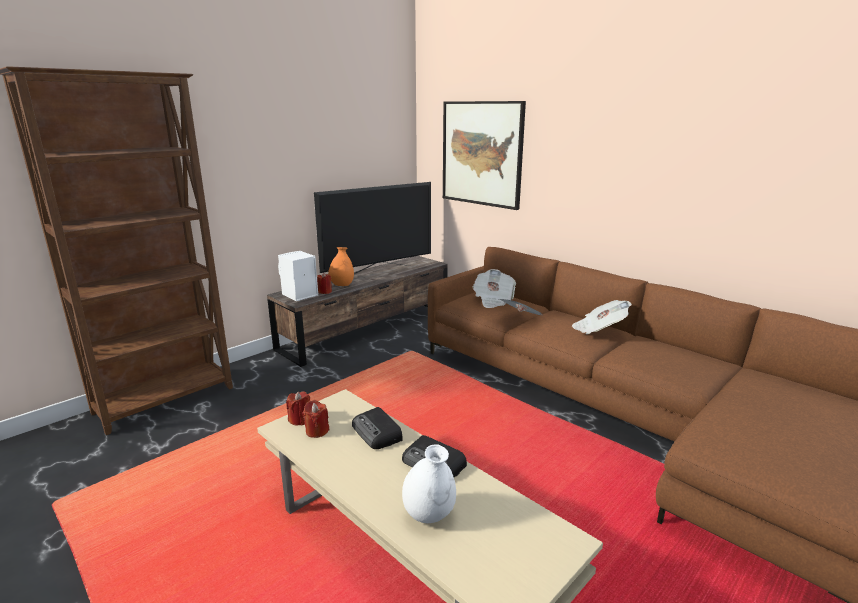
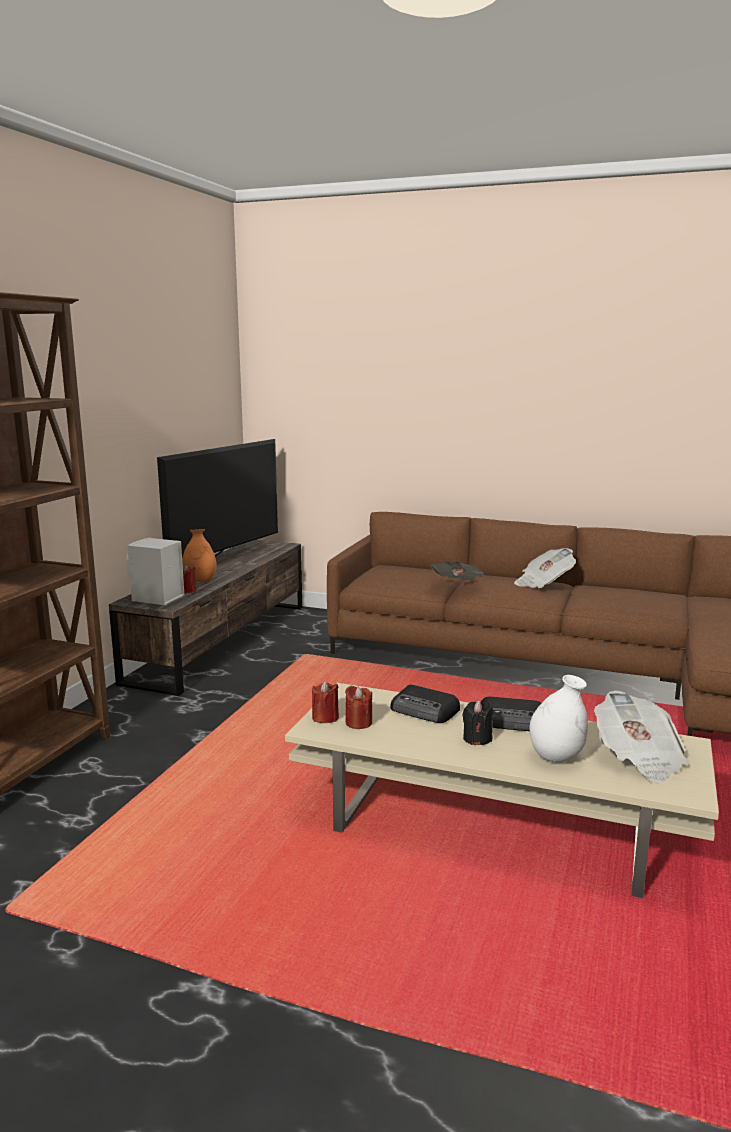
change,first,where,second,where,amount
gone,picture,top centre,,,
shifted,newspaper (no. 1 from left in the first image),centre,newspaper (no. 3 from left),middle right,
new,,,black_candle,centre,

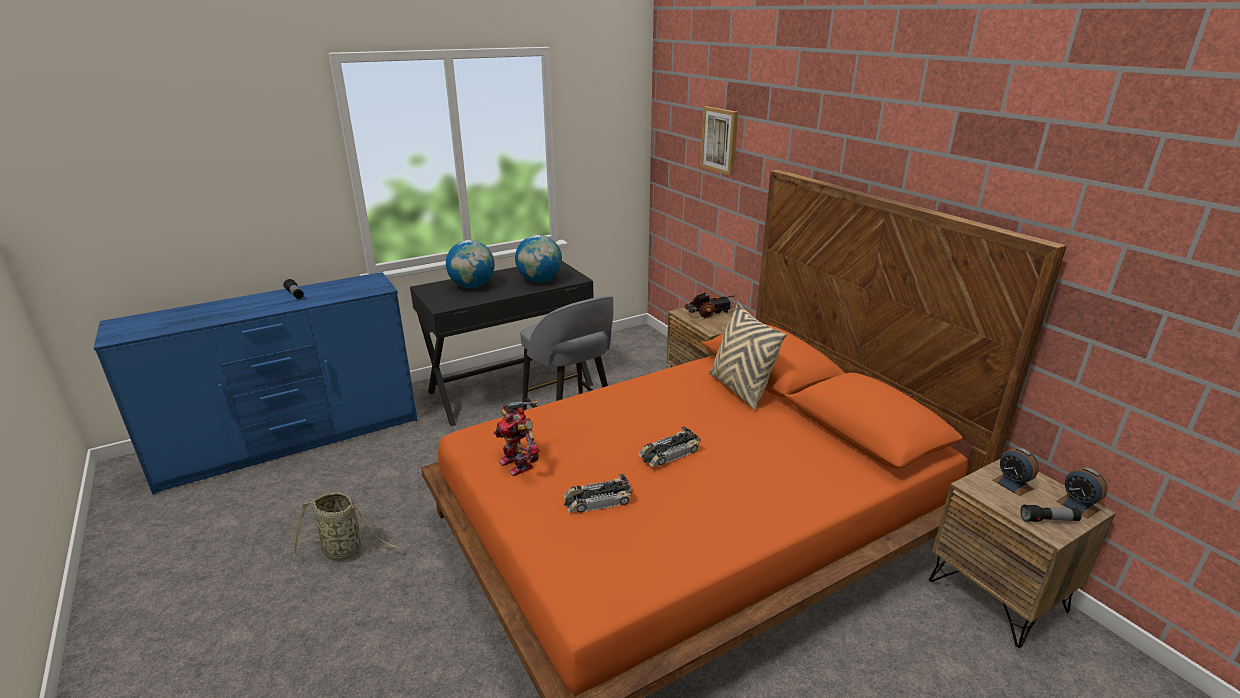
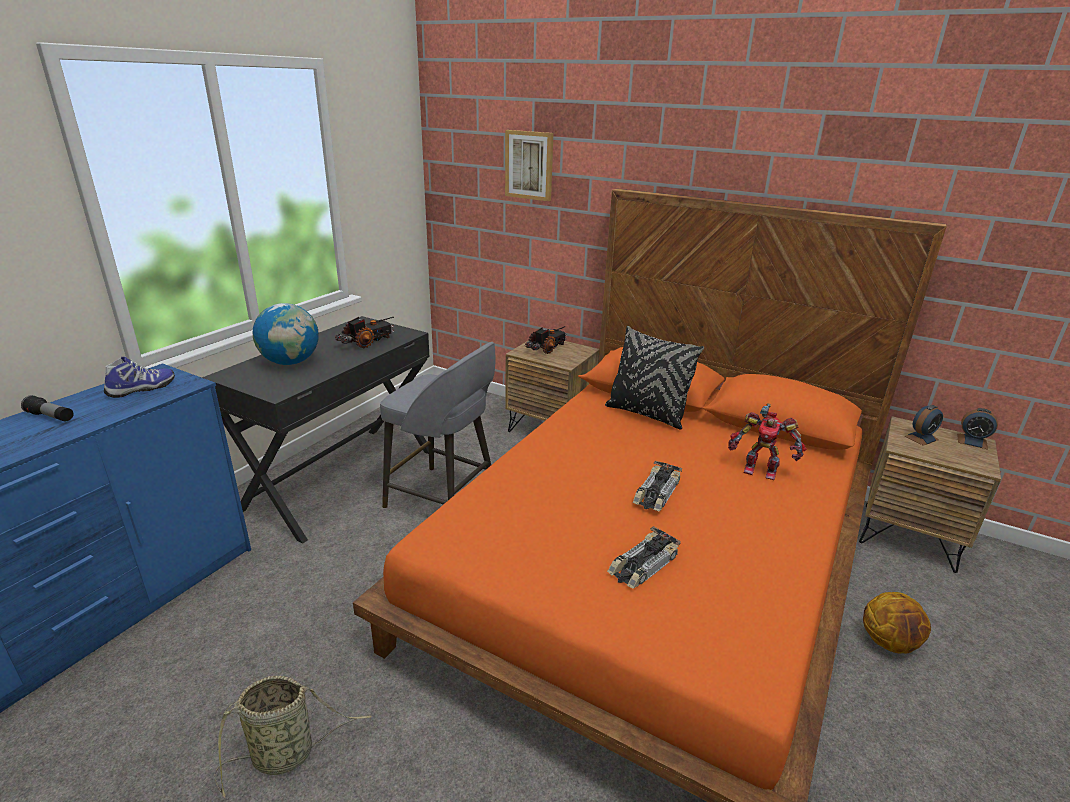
change,first,where,second,where,amount
shifted,toy_robot,centre,,middle right,
swapped,globe (no. 2 from left),centre,toy_truck (no. 1 from left),centre,
repainted,beige_pillow,centre,black_pillow,centre,
rotated,alarm_clock (no. 1 from left),bottom right,,middle right,60 degrees counterclockwise
gone,flashlight (no. 2 from left),bottom right,,,
new,,,shoe,middle left,
new,,,basketball,bottom right,

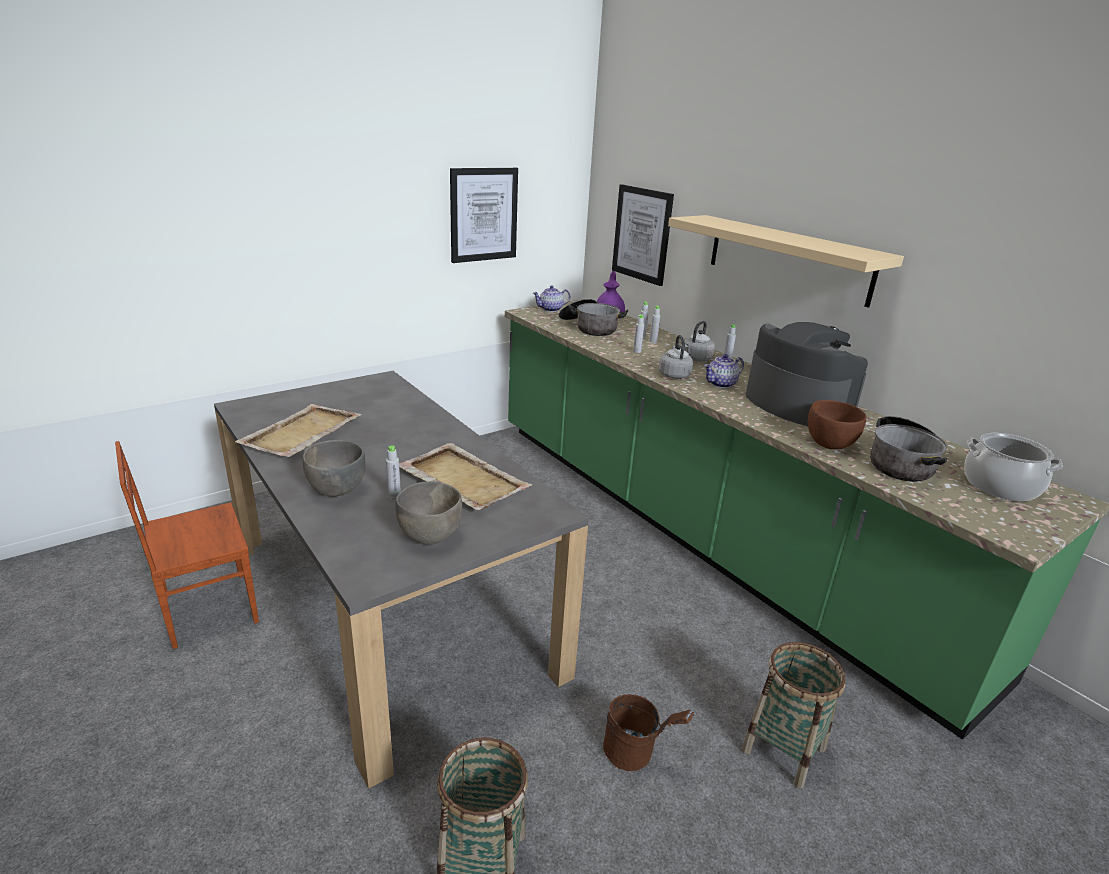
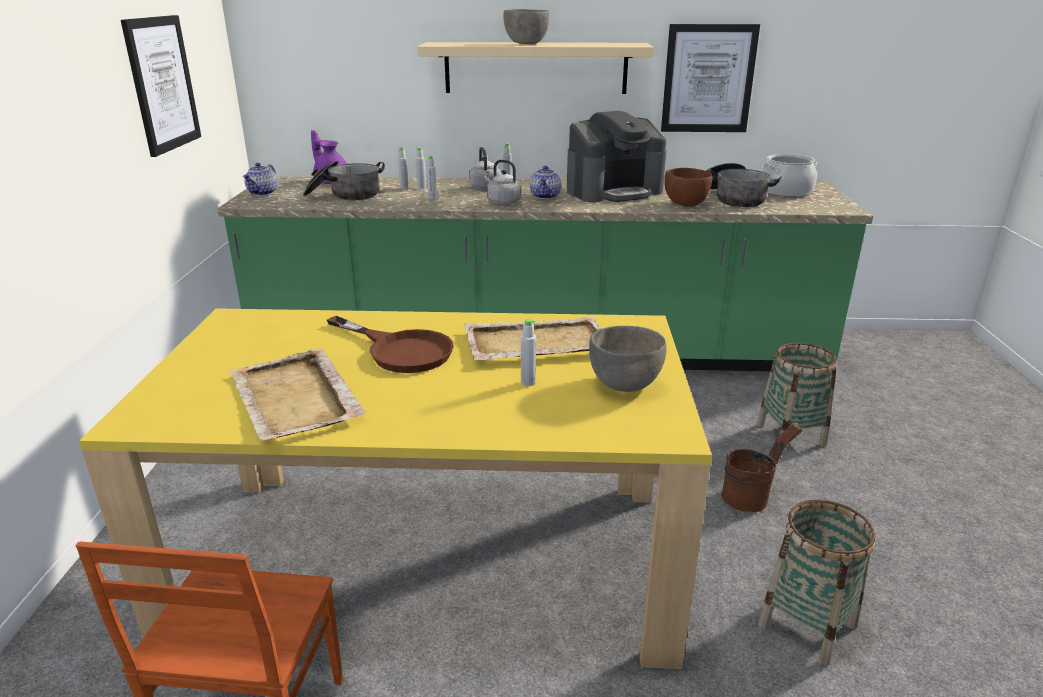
change,first,where,second,where,amount
repainted,grey_dining_table,centre,yellow_dining_table,bottom centre,
shifted,grey_bowl (no. 1 from left),middle left,,top centre,
shifted,picture (no. 2 from left),top centre,,top right,
rotated,coffee_machine,middle right,,top centre,150 degrees clockwise
new,,,brown_frying_pan,centre,

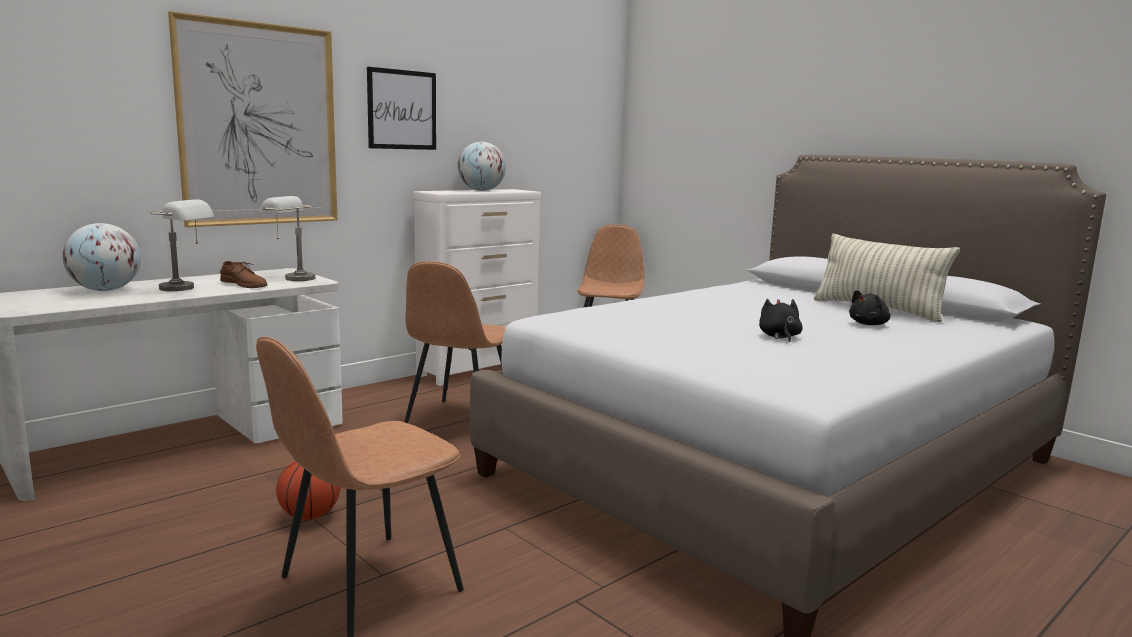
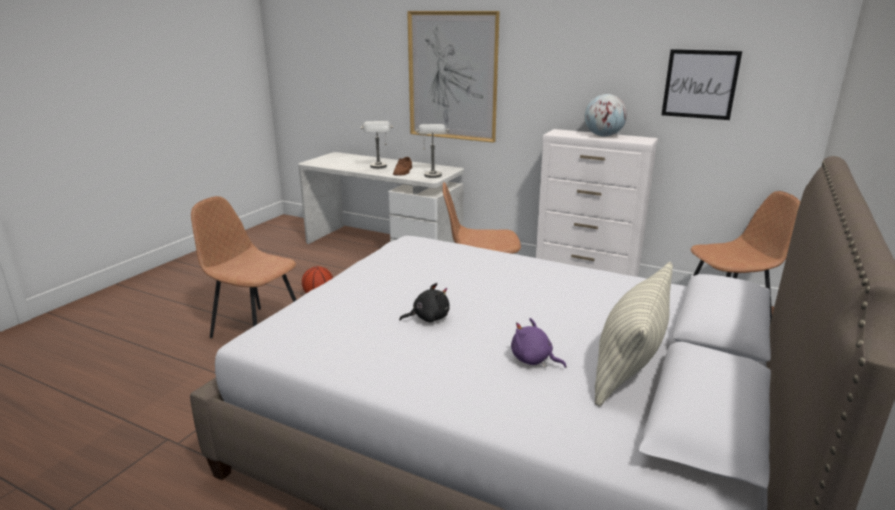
change,first,where,second,where,amount
gone,globe (no. 1 from left),middle left,,,
shifted,picture (no. 2 from left),top centre,,top right,
repainted,black_plush_toy (no. 2 from left),middle right,purple_plush_toy,bottom centre,

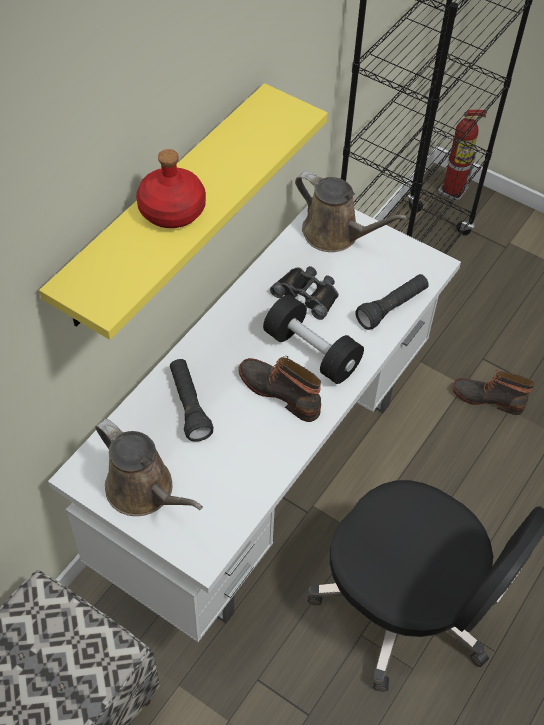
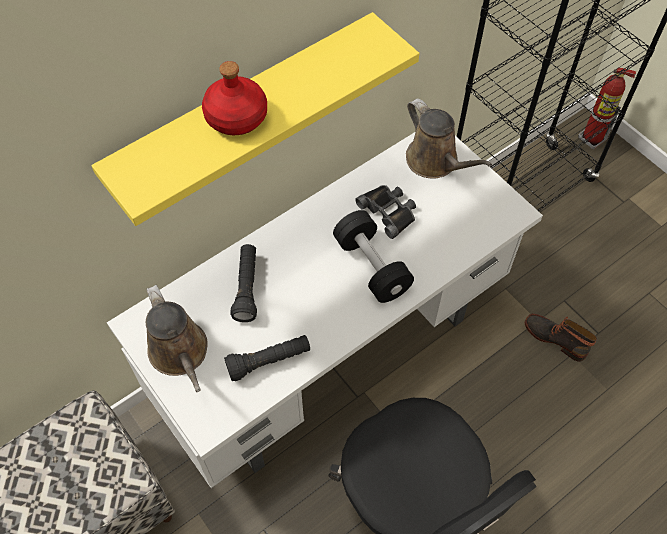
change,first,where,second,where,amount
gone,boot (no. 1 from left),centre,,,
shifted,black_flashlight (no. 2 from left),middle right,,bottom centre,

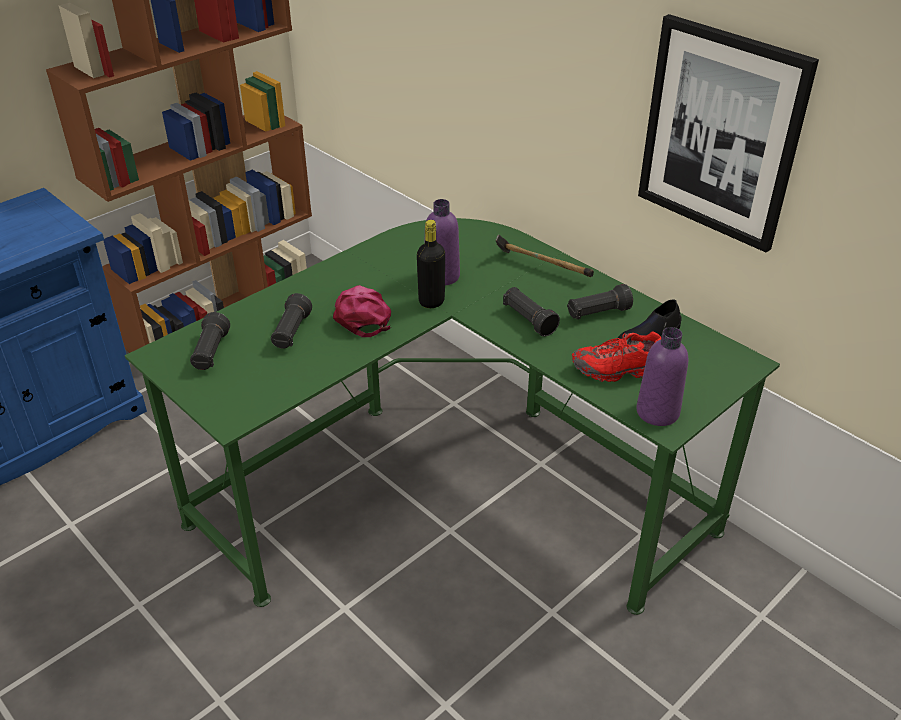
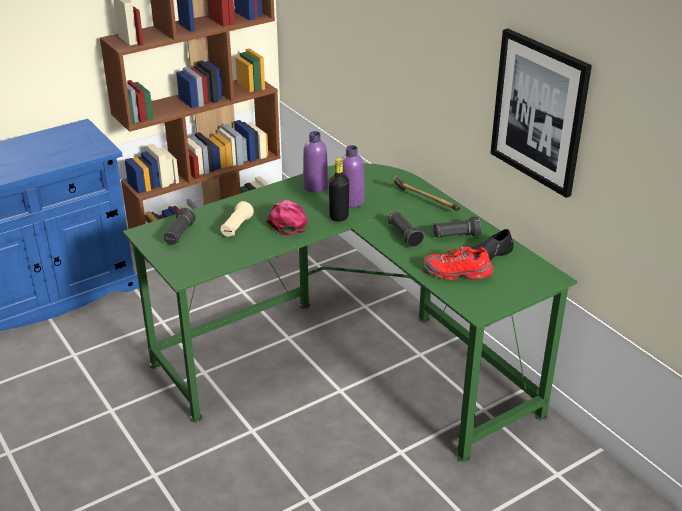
change,first,where,second,where,amount
repainted,black_flashlight (no. 2 from left),middle left,beige_flashlight,centre,
shifted,purple_bottle (no. 2 from left in the first image),middle right,purple_bottle (no. 1 from left),top centre,

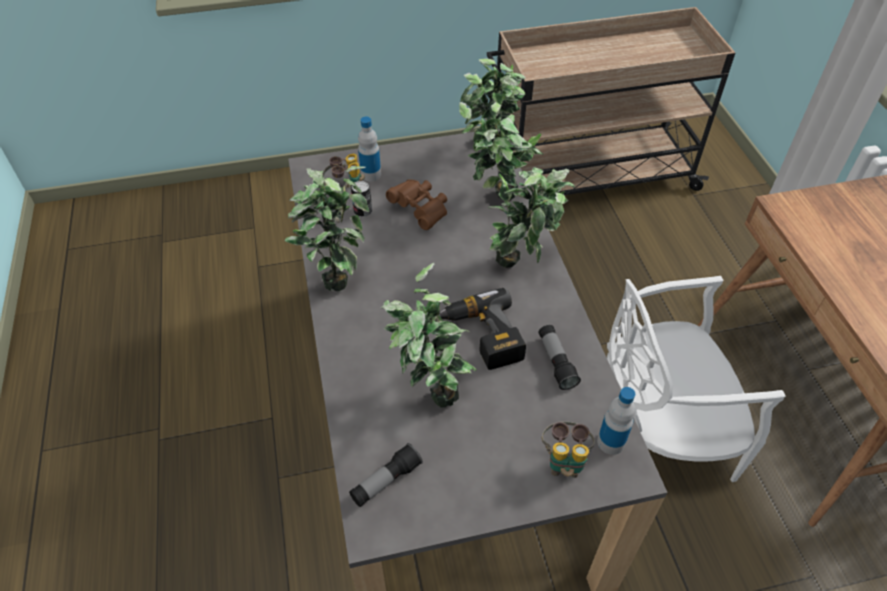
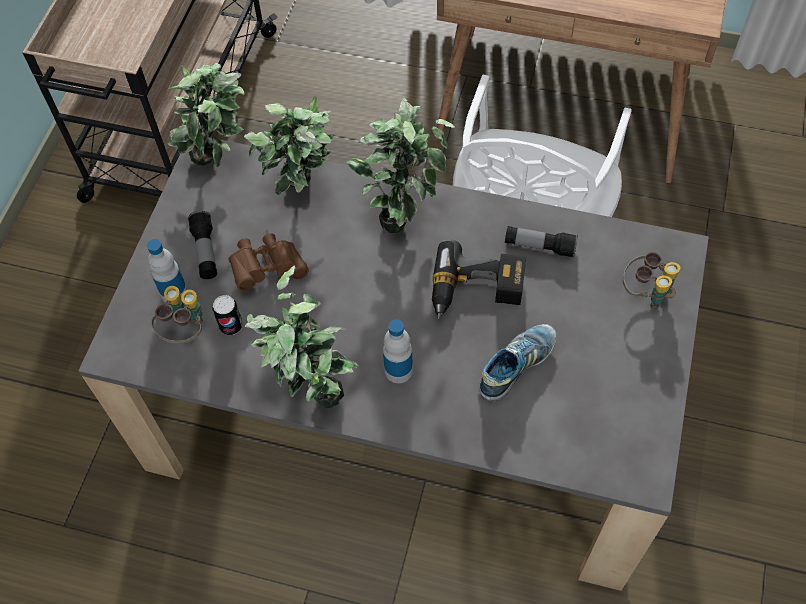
change,first,where,second,where,amount
shifted,flashlight (no. 1 from left),bottom centre,,middle left,
swapped,potted_plant (no. 2 from left),centre,shoe,centre,
shifted,bottle (no. 2 from left),bottom right,,centre,

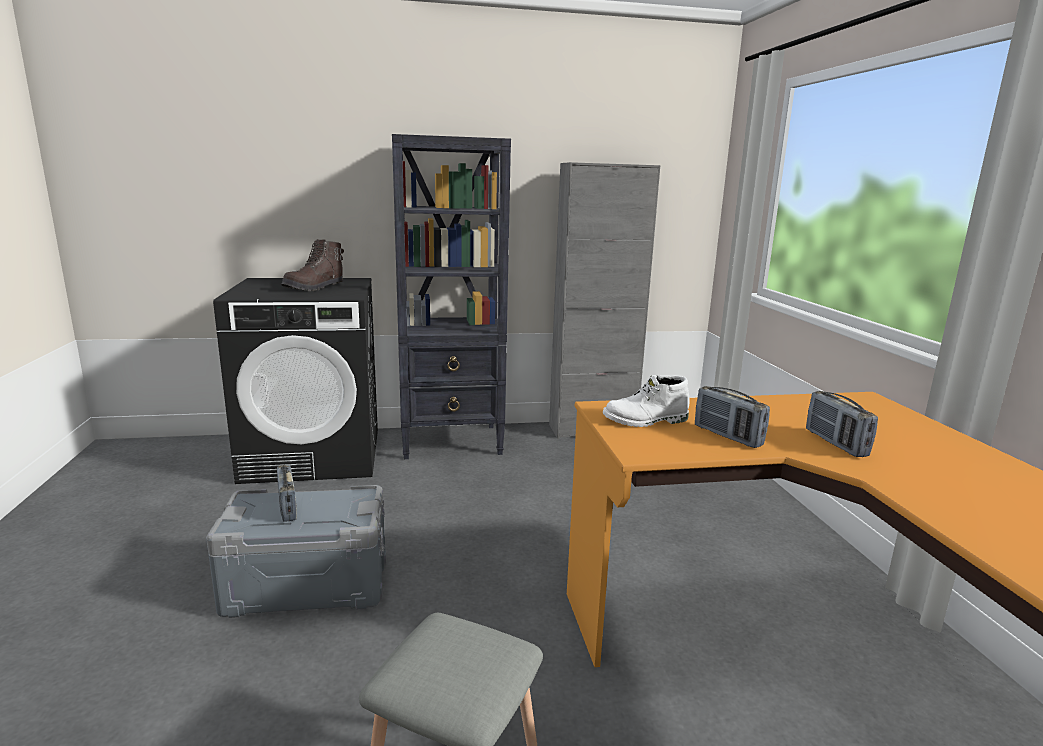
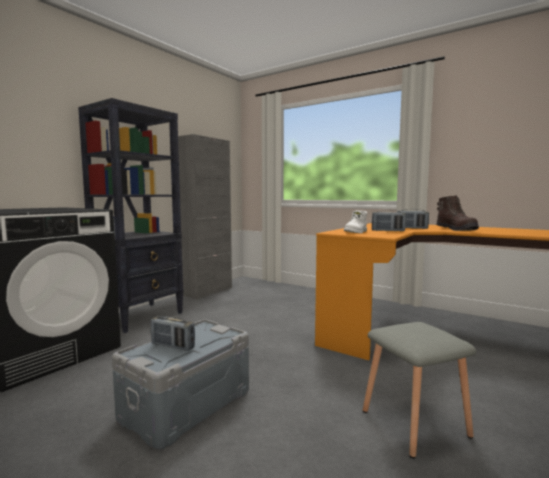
change,first,where,second,where,amount
shifted,brown_boot,middle left,,middle right,

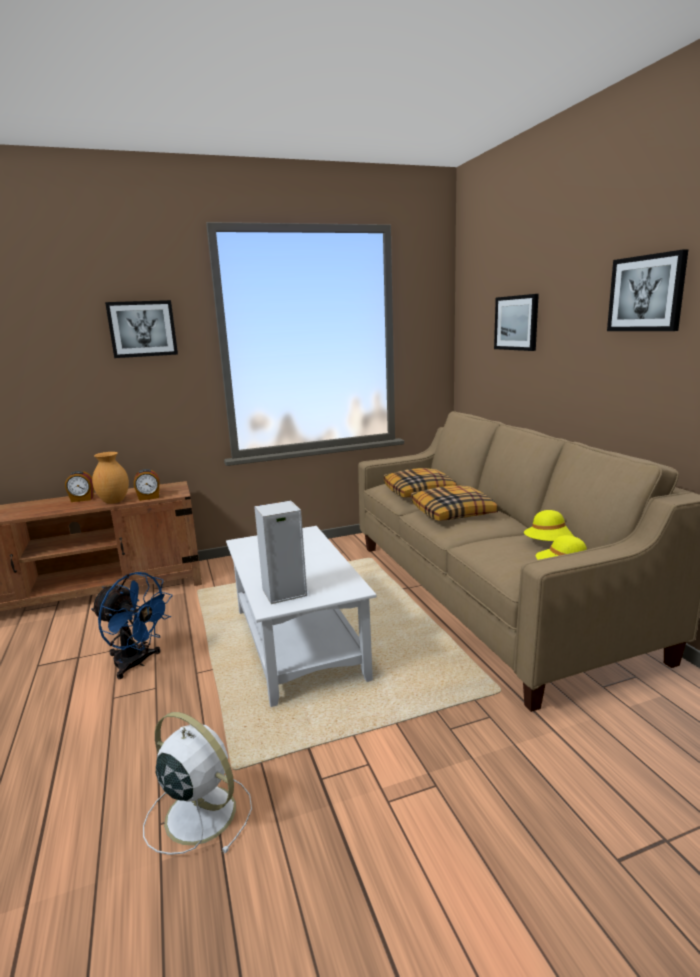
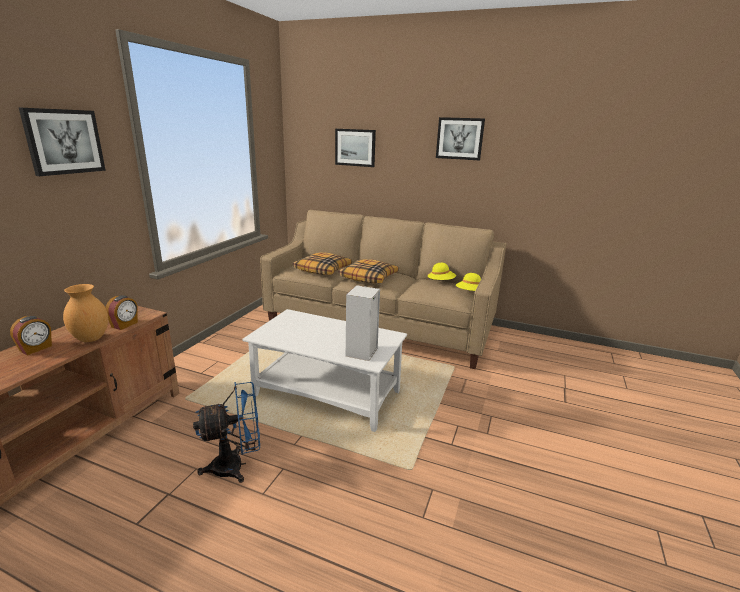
change,first,where,second,where,amount
gone,white_fan,bottom left,,,

